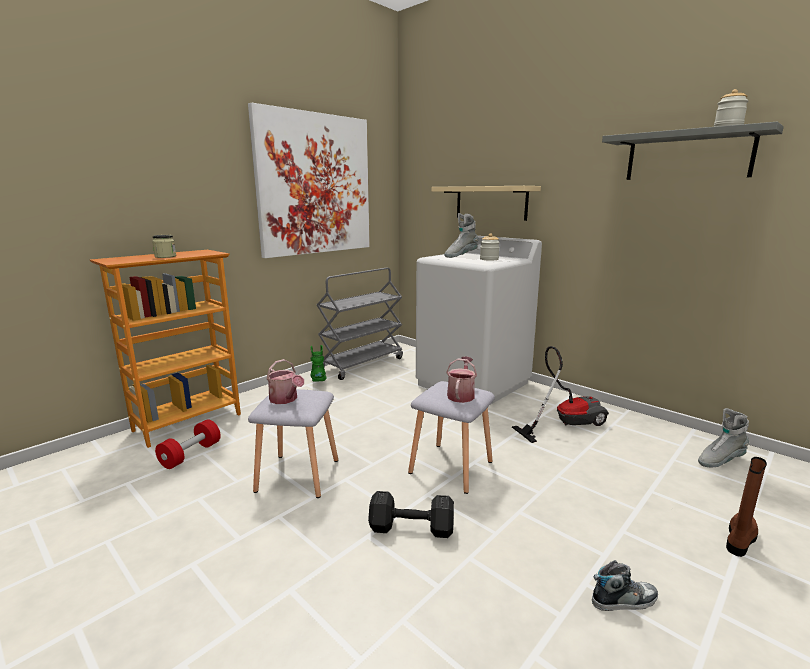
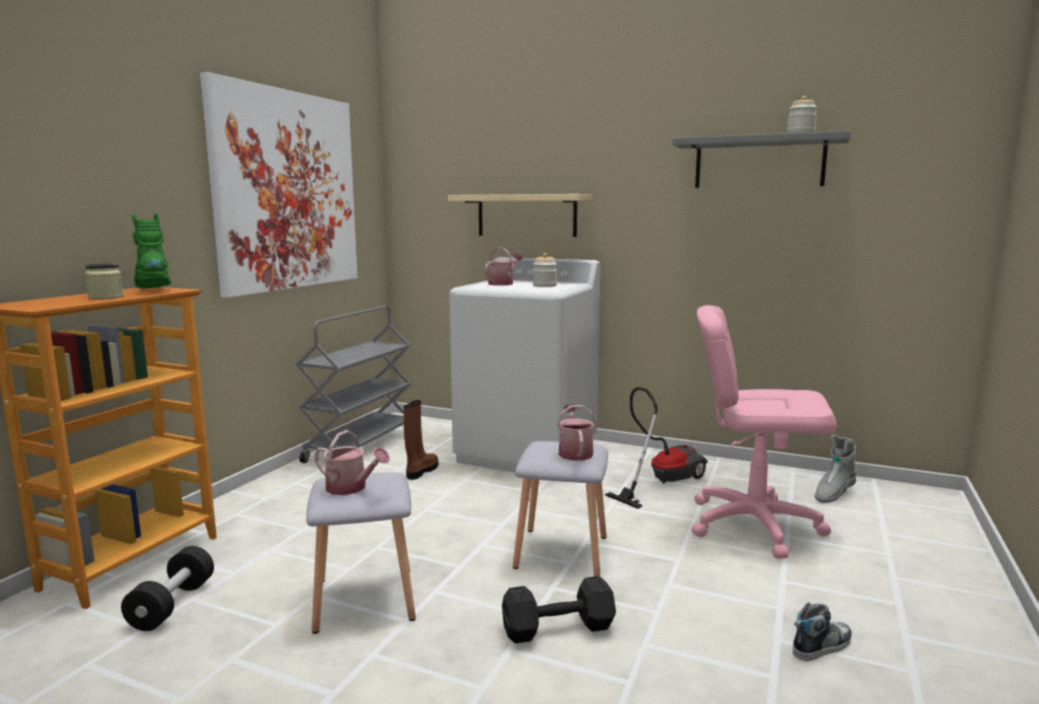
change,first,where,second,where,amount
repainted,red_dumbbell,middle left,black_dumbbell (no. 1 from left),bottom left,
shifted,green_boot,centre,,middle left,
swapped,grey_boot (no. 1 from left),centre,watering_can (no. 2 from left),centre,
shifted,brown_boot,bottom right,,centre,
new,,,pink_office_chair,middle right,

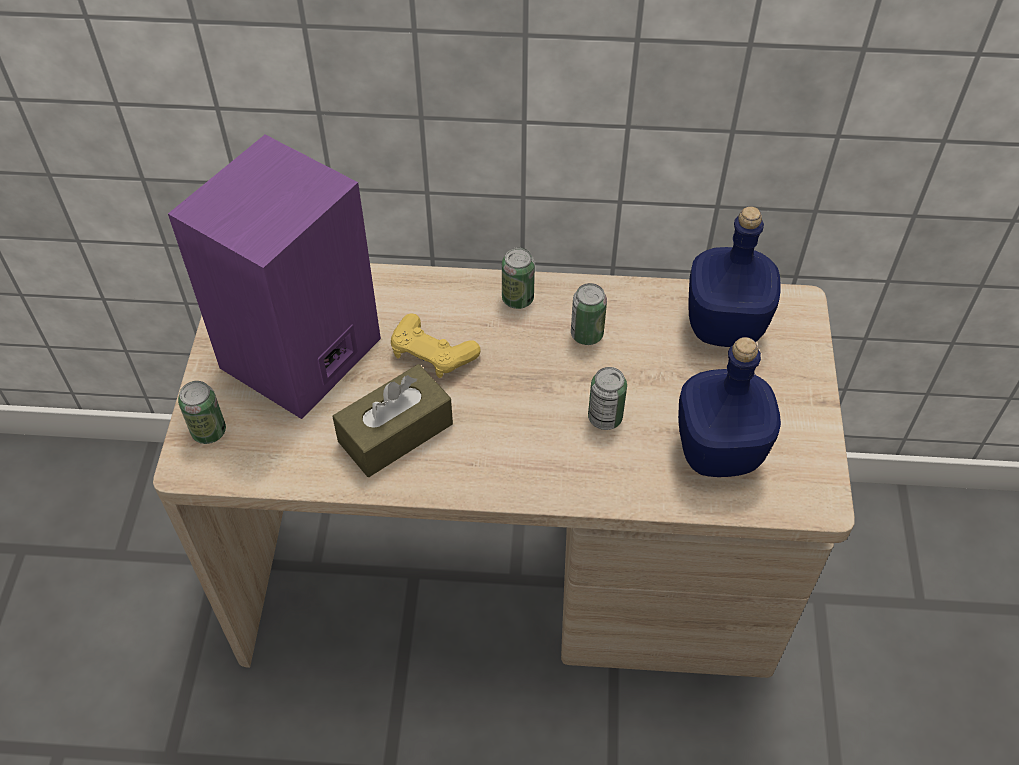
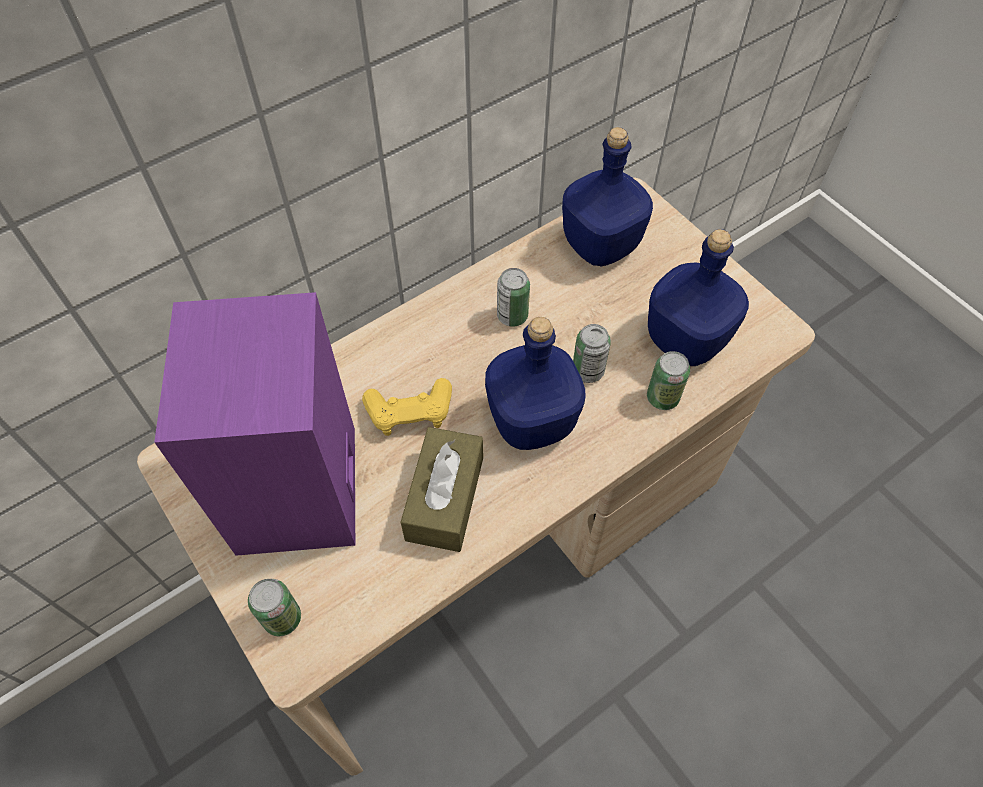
change,first,where,second,where,amount
shifted,can (no. 2 from left in the first image),centre,can (no. 4 from left),middle right,
new,,,blue_bottle (no. 1 from left),centre,

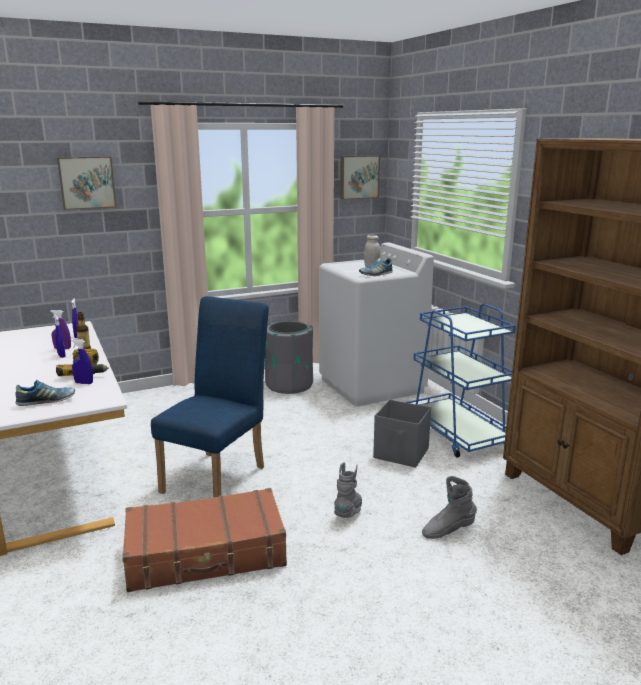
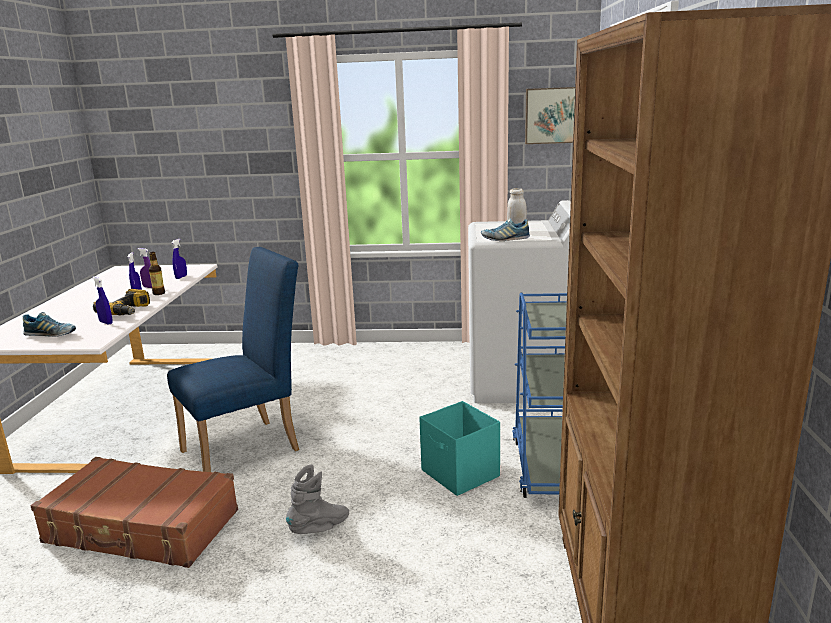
change,first,where,second,where,amount
gone,picture (no. 1 from left),top left,,,
gone,grey_trash_can,centre,,,
repainted,grey_storage_box,centre,turquoise_storage_box,bottom centre,
gone,grey_boot (no. 2 from left),bottom right,,,

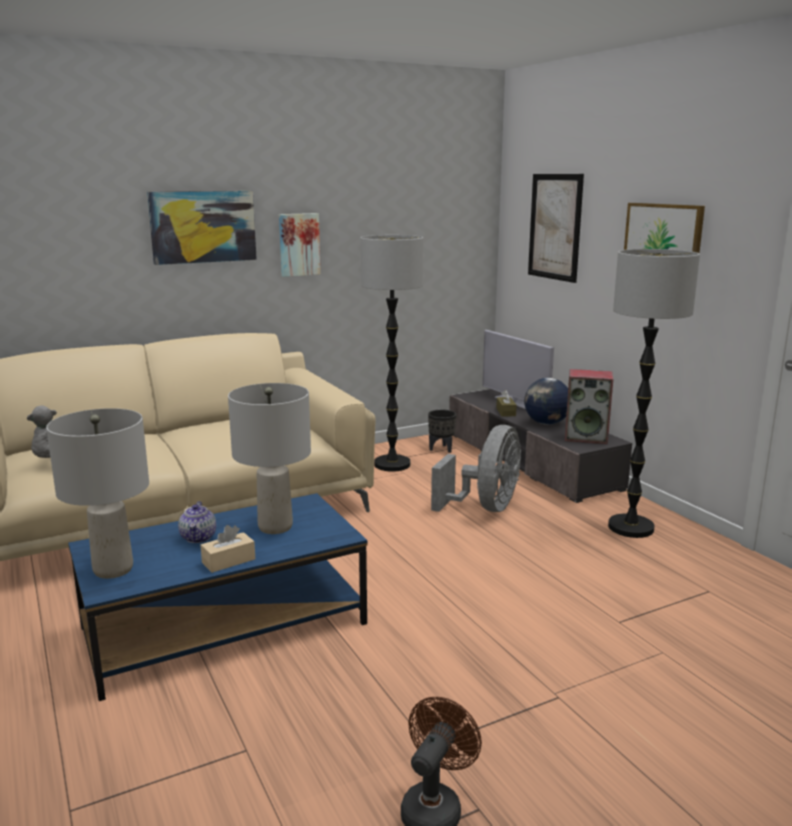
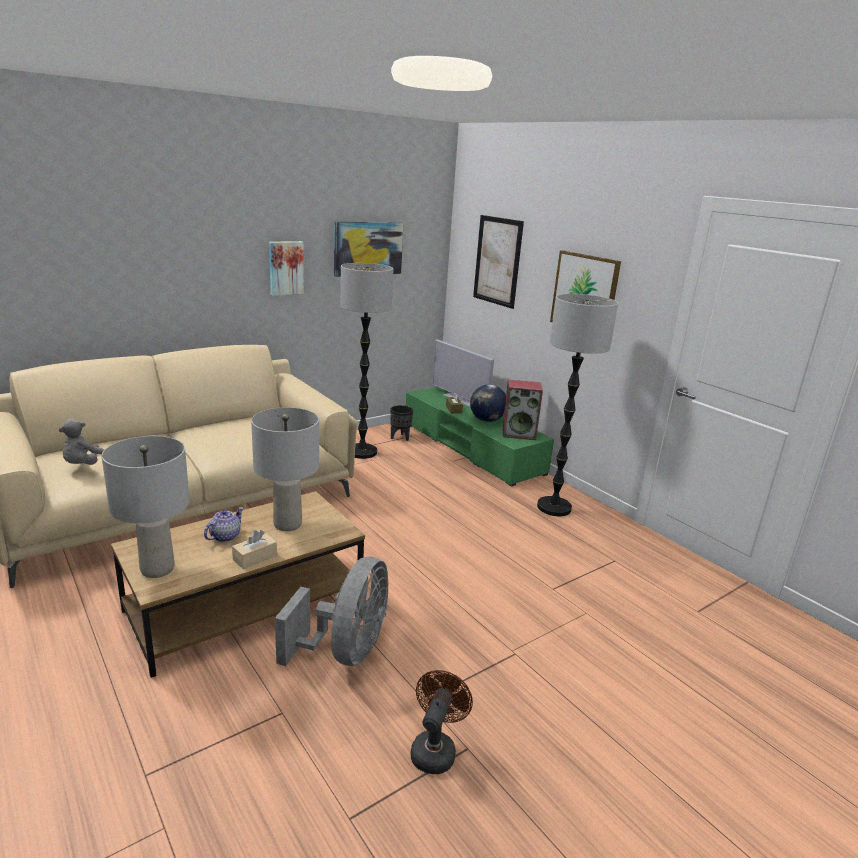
change,first,where,second,where,amount
repainted,blue_coffee_table,bottom left,brown_coffee_table,bottom left,
shifted,picture (no. 1 from left in the first image),top left,picture (no. 2 from left),top centre,
rotated,teapot,middle left,,middle left,135 degrees counterclockwise
shifted,grey_fan,centre,,bottom centre,
repainted,grey_tv_stand,middle right,green_tv_stand,centre,

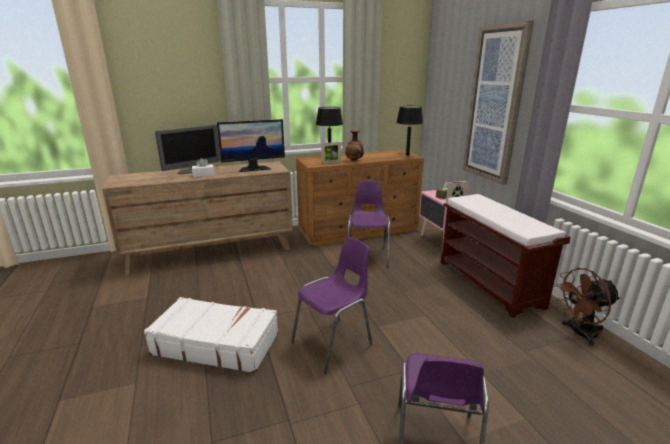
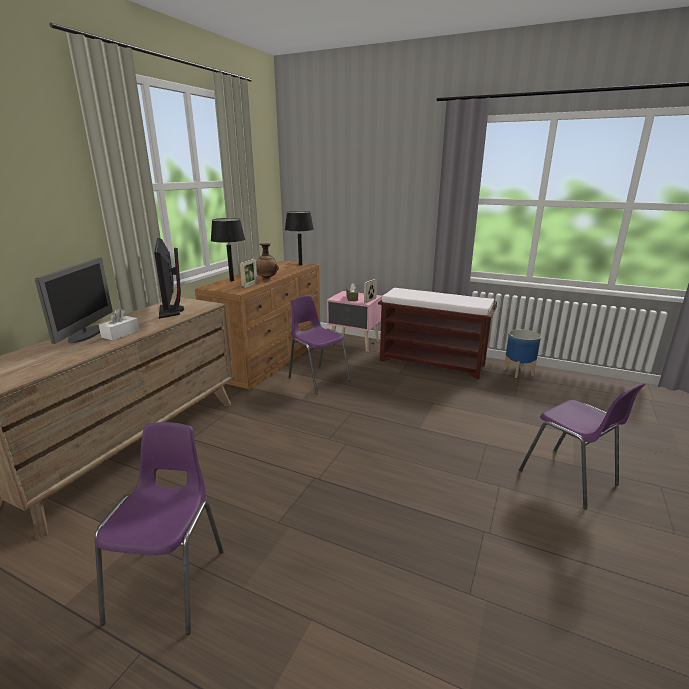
change,first,where,second,where,amount
gone,white_suitcase,bottom left,,,
rotated,monitor (no. 2 from left),top centre,,middle left,135 degrees clockwise
shifted,purple_chair (no. 1 from left),bottom centre,,bottom left,
gone,picture,top right,,,
swapped,brown_fan,bottom right,planter,middle right,

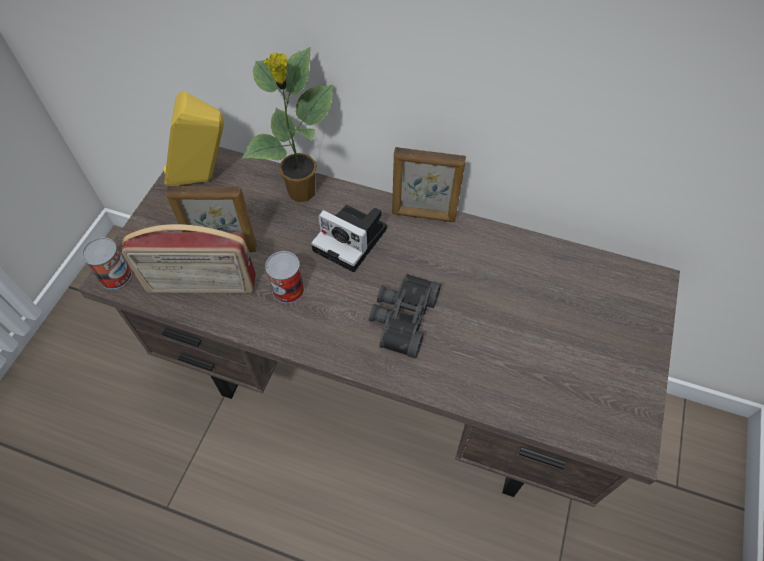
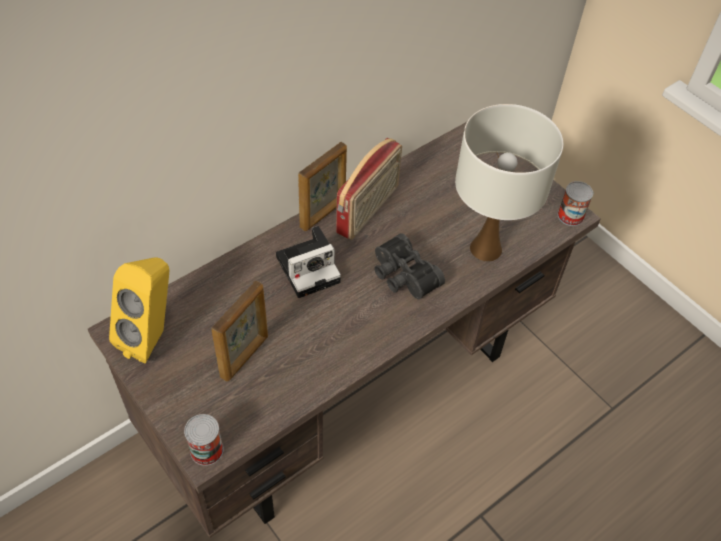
change,first,where,second,where,amount
shifted,radio,middle left,,centre,
gone,potted_plant,top centre,,,
shifted,can (no. 2 from left),centre,,middle right,
new,,,white_table_lamp,middle right,

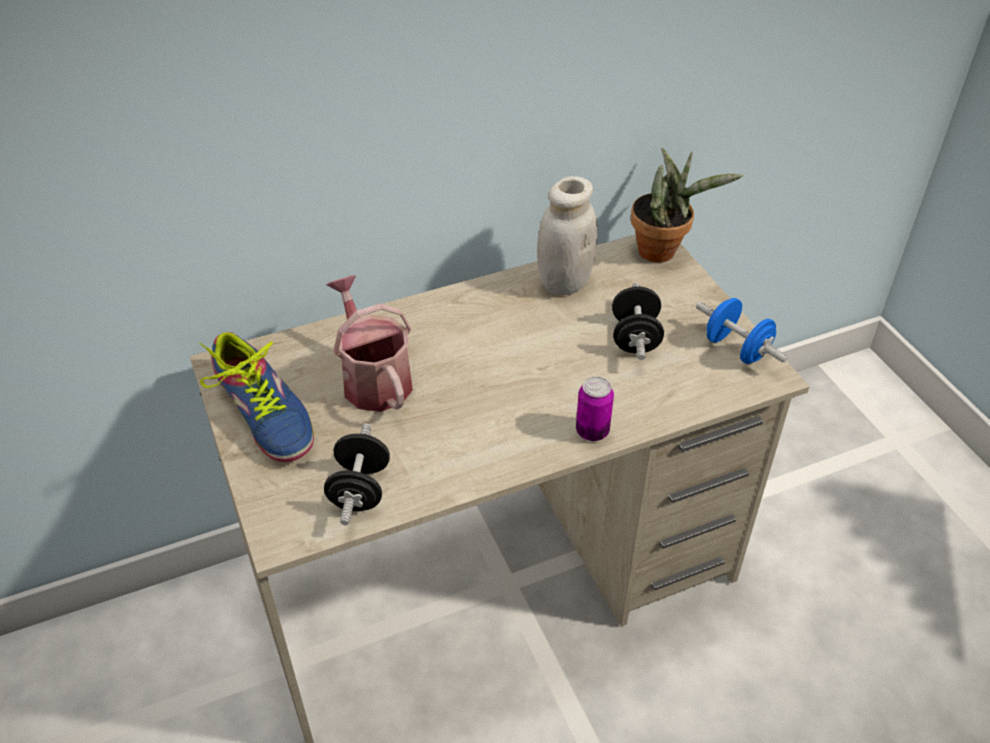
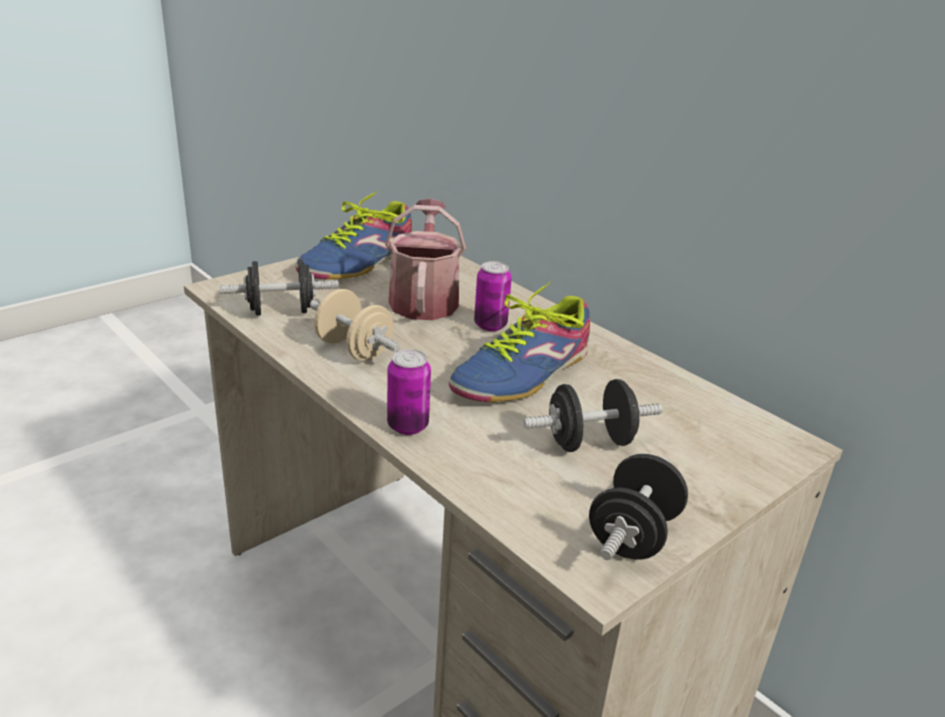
change,first,where,second,where,amount
rotated,watering_can,centre,,centre,45 degrees counterclockwise
gone,white_jar,top centre,,,
gone,potted_plant,top right,,,
repainted,blue_dumbbell,middle right,black_dumbbell (no. 3 from left),bottom right,
new,,,beige_dumbbell,centre,
new,,,shoe (no. 2 from left),centre,
new,,,can (no. 2 from left),centre,

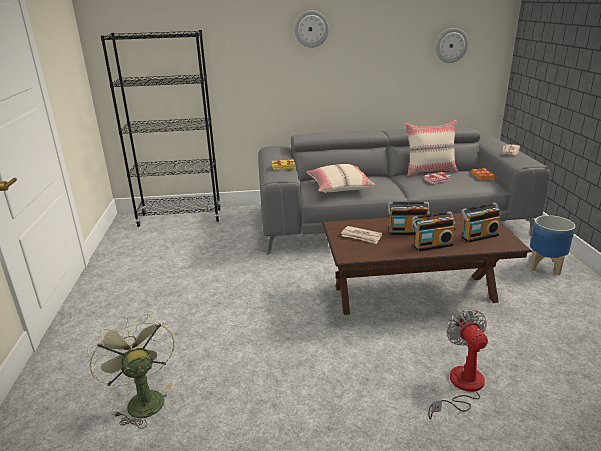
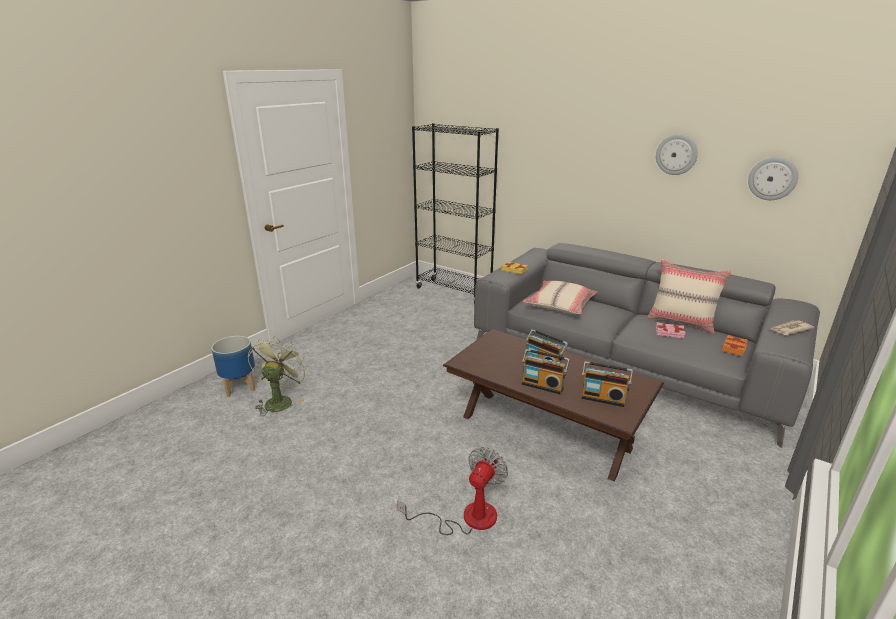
change,first,where,second,where,amount
shifted,wall_clock (no. 1 from left),top centre,,top right,
gone,newspaper (no. 1 from left),centre,,,
shifted,planter,middle right,,middle left,

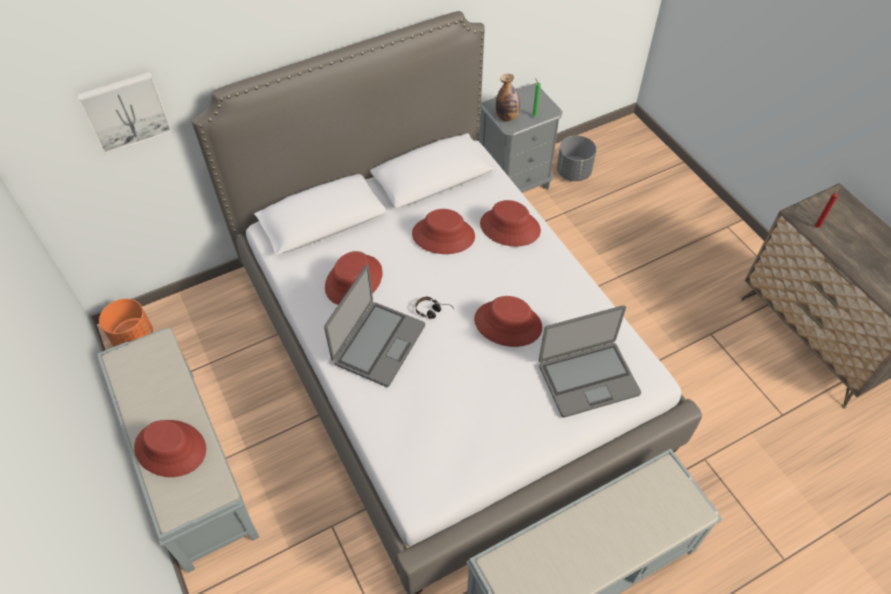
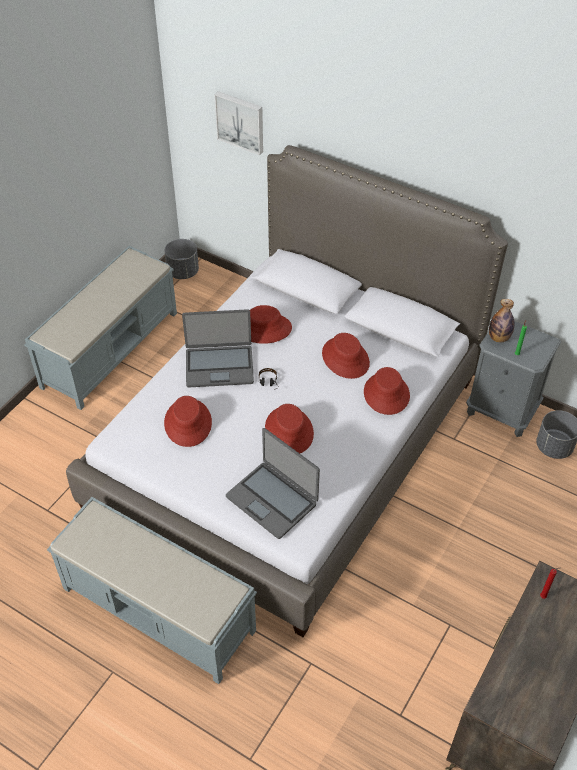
change,first,where,second,where,amount
repainted,orange_planter,middle left,grey_planter (no. 1 from left),middle left,
shifted,red_hat (no. 1 from left),bottom left,,middle left,

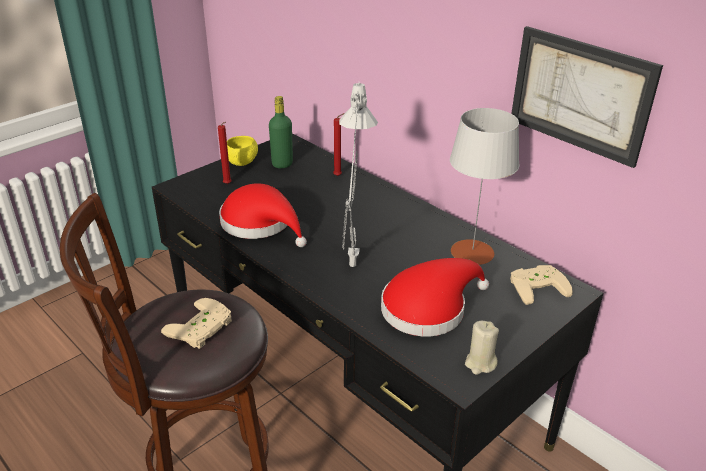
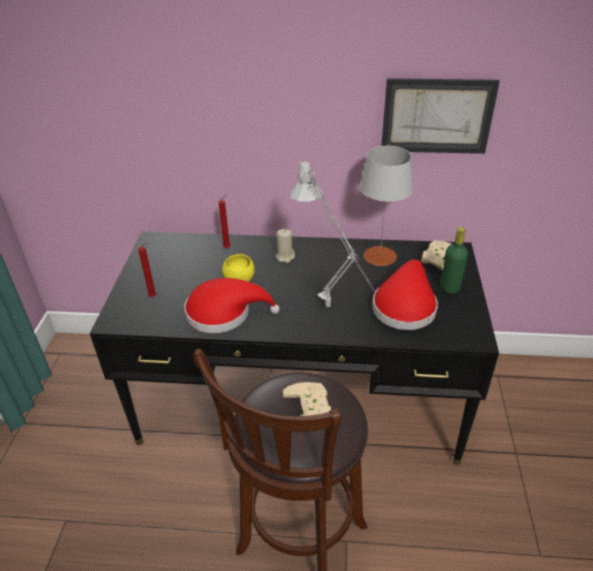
change,first,where,second,where,amount
shifted,yellow_bowl,top centre,,centre,
shifted,green_bottle,top centre,,middle right,
shifted,beige_candle,bottom right,,centre,

